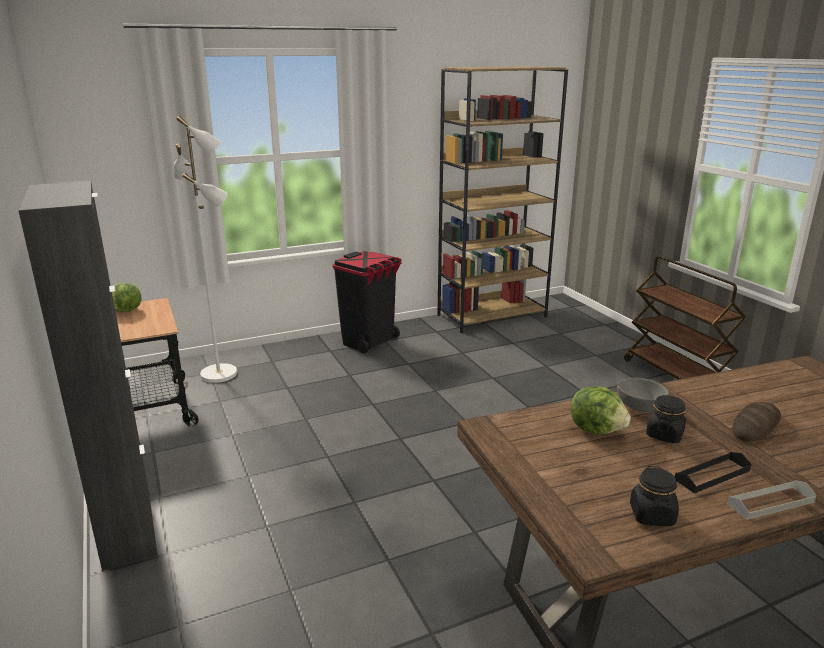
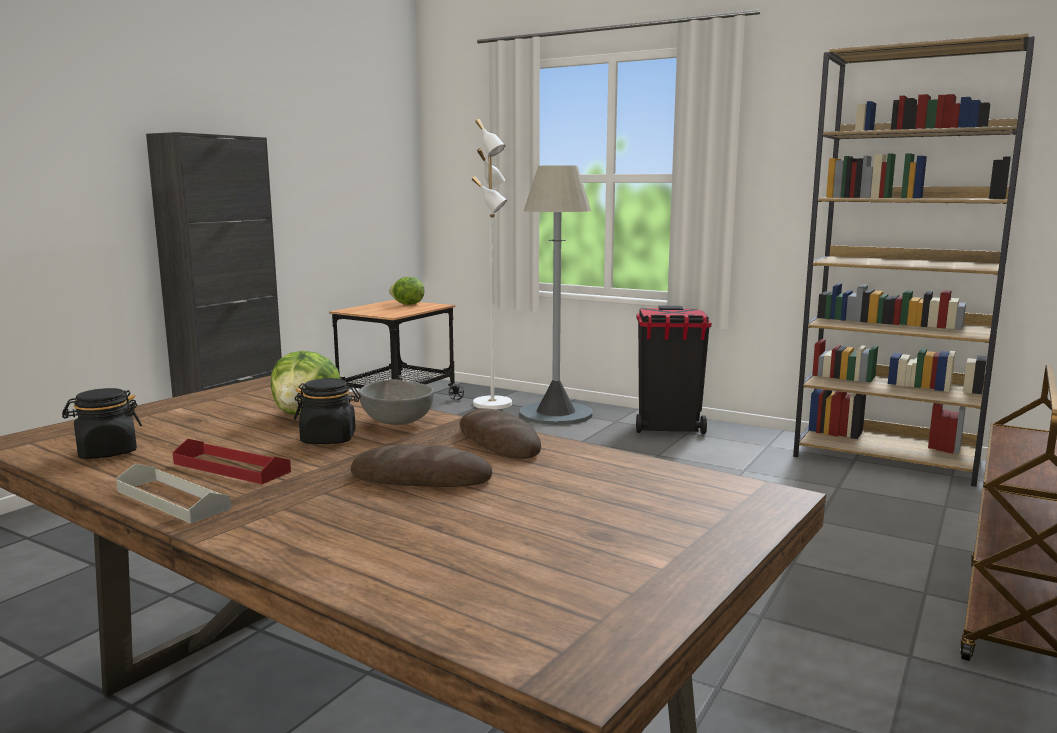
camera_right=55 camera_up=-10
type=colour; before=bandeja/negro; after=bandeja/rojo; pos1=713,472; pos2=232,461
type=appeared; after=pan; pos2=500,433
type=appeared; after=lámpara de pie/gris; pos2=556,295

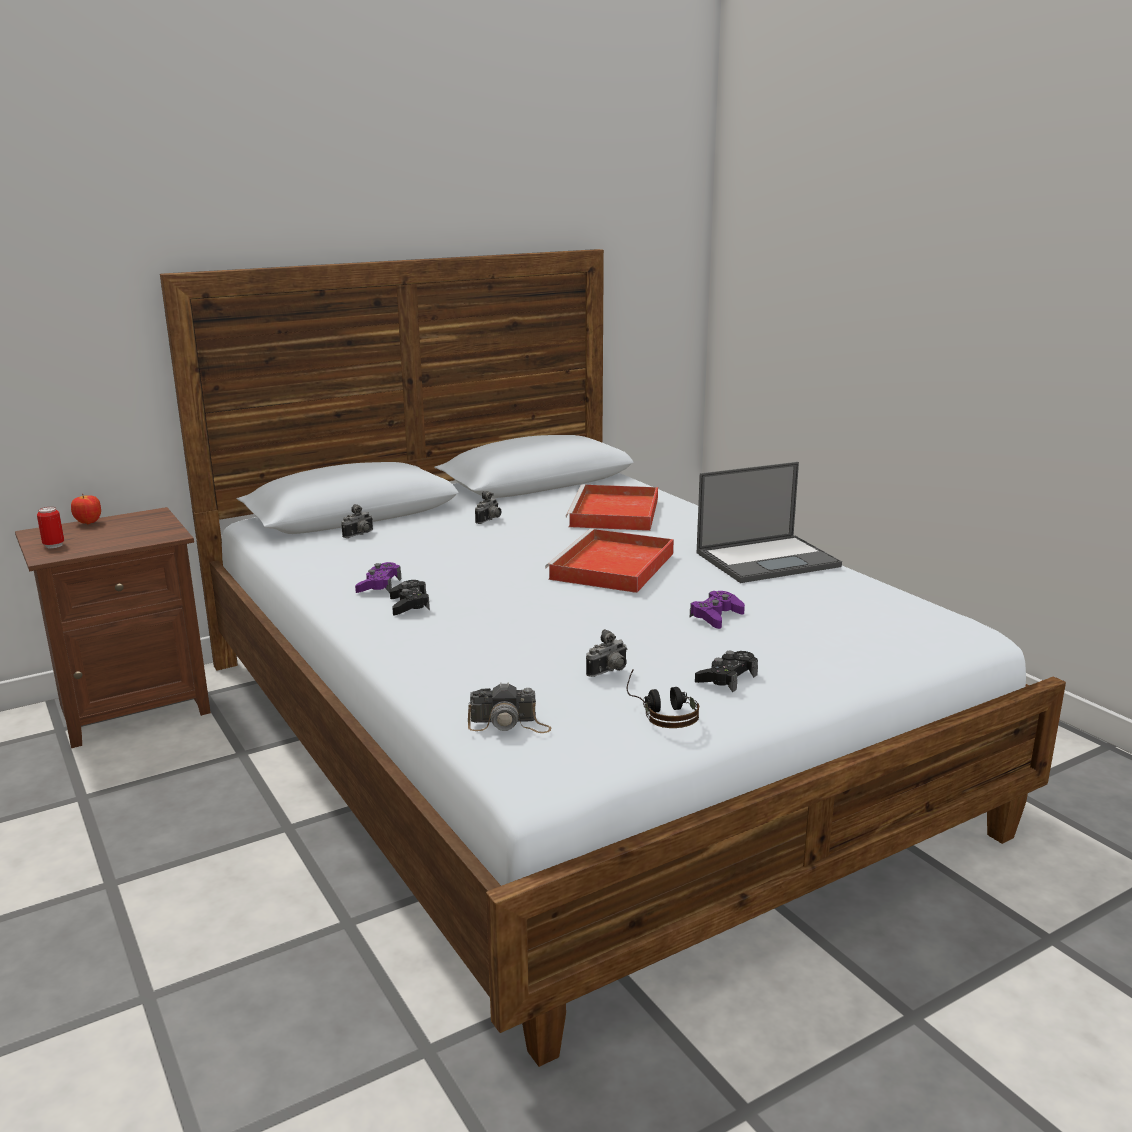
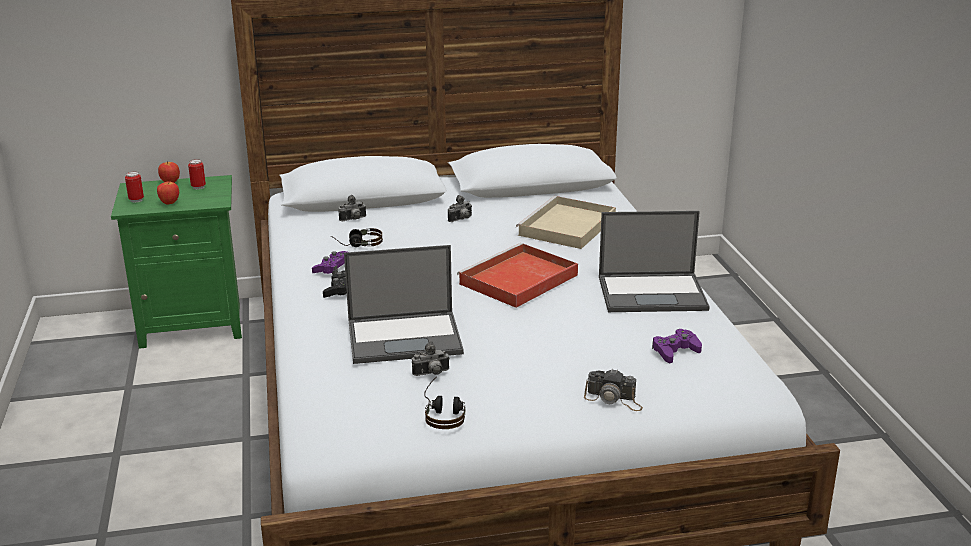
camera_right=20 camera_up=5
type=colour; before=mesita de noche/marrón; after=mesita de noche/verde; pos1=113,627; pos2=176,262
type=appeared; after=manzana; pos2=168,193
type=appeared; after=lata; pos2=197,174
type=appeared; after=auriculares; pos2=357,237
type=appeared; after=portátil; pos2=404,304
type=colour; before=bandeja/rojo; after=bandeja/beis; pos1=612,507; pos2=566,222
type=relocated; before=cámara; pos1=509,707; pos2=613,390
type=relocated; before=mando de consola/morado; pos1=717,610; pos2=677,346
type=missing; before=mando de consola/negro; pos1=726,672

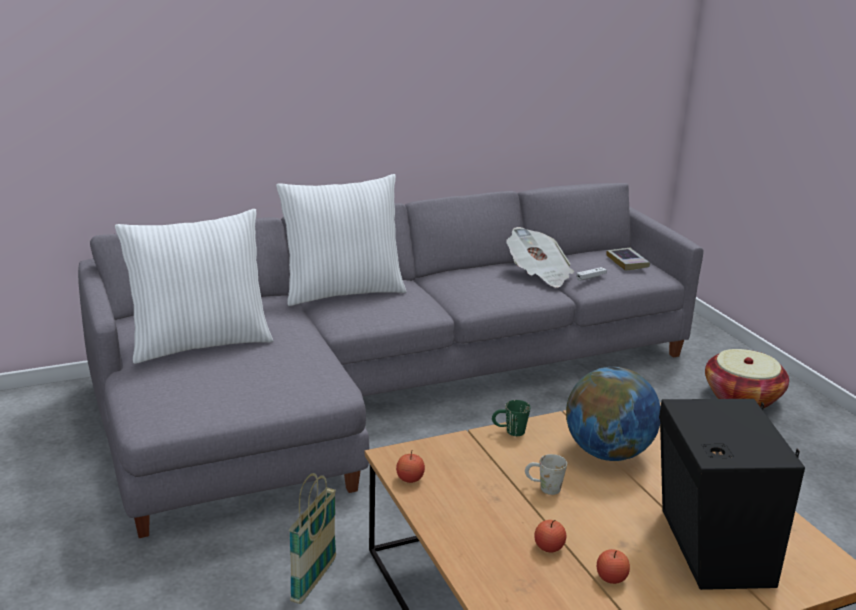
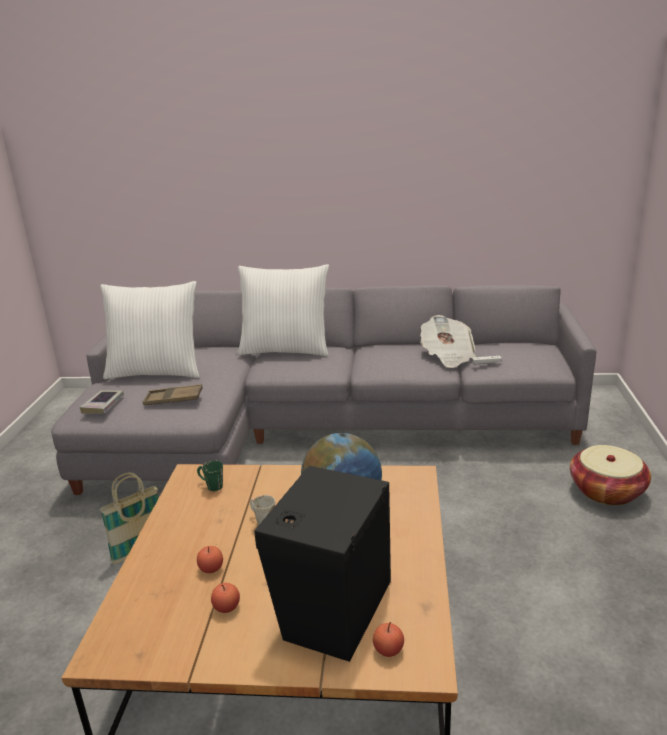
camera_right=30 camera_up=0
type=relocated; before=libro; pos1=628,259; pos2=102,402
type=appeared; after=bandeja/marrón; pos2=173,394
type=relocated; before=taza grande/verde; pos1=511,418; pos2=210,475
type=relocated; before=manzana; pos1=410,467; pos2=388,639

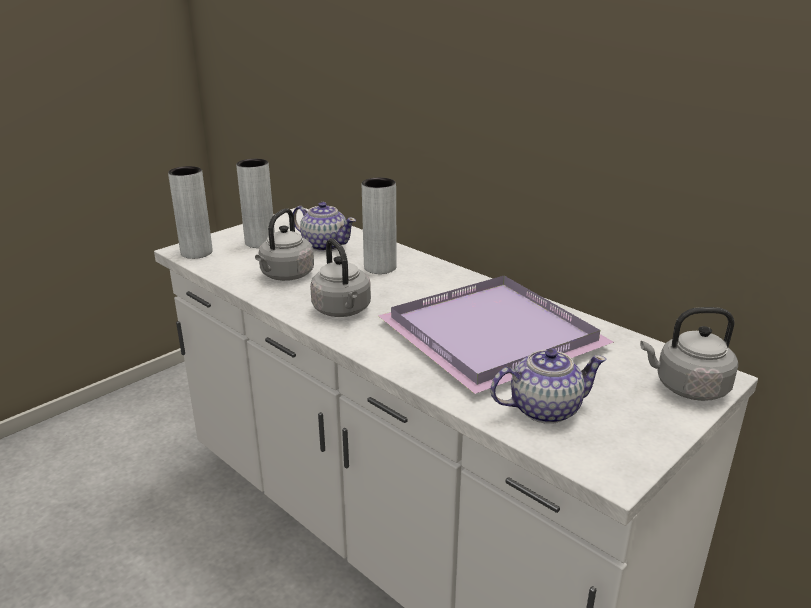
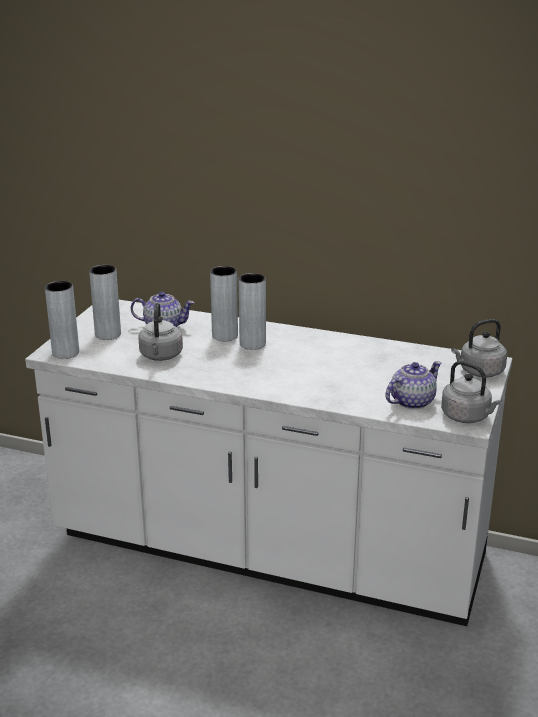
camera_right=-25 camera_up=0
type=appeared; after=florero/gris; pos2=252,311
type=relocated; before=hervidor/gris; pos1=340,277; pos2=471,392
type=missing; before=bandeja/morado; pos1=496,335

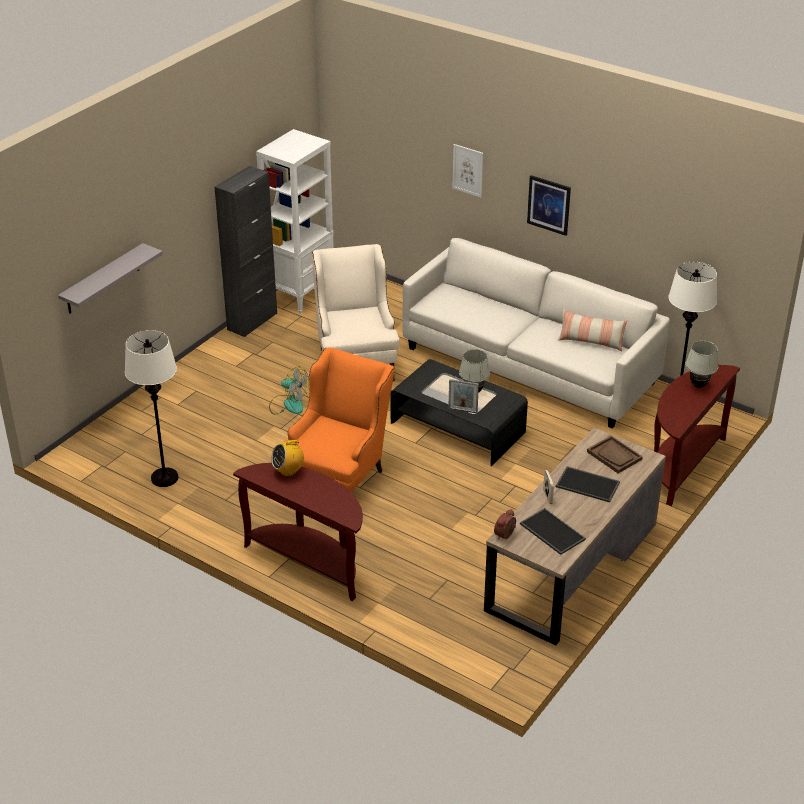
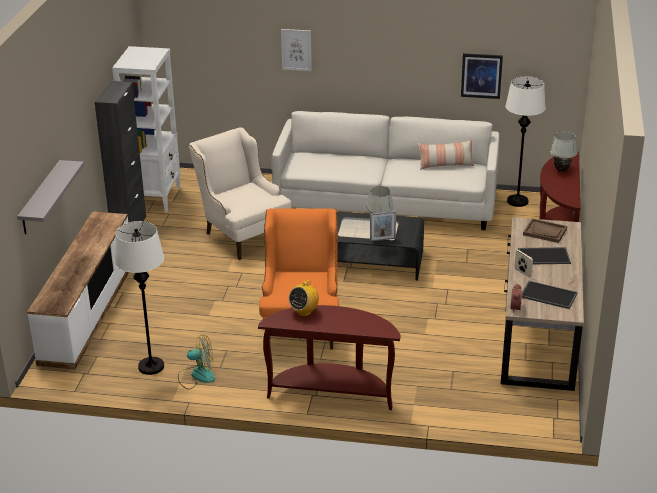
camera_right=-25 camera_up=-5
type=appeared; after=mueble de televisión; pos2=78,290
type=relocated; before=ventilador; pos1=289,390; pos2=196,361
type=relocated; before=cuadro; pos1=549,205; pos2=482,76

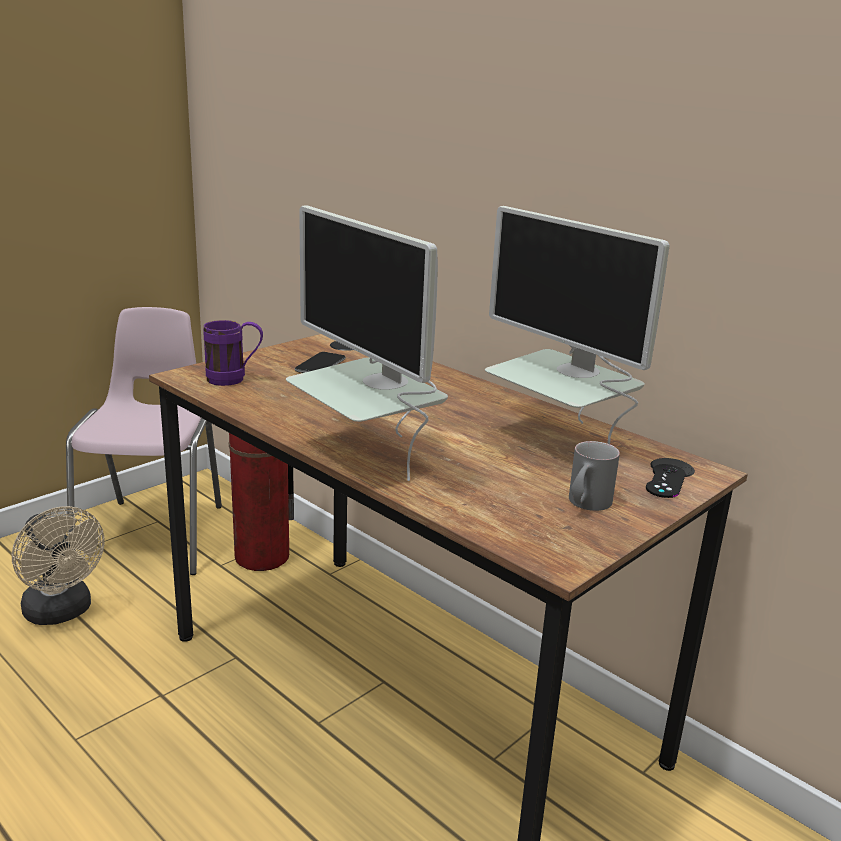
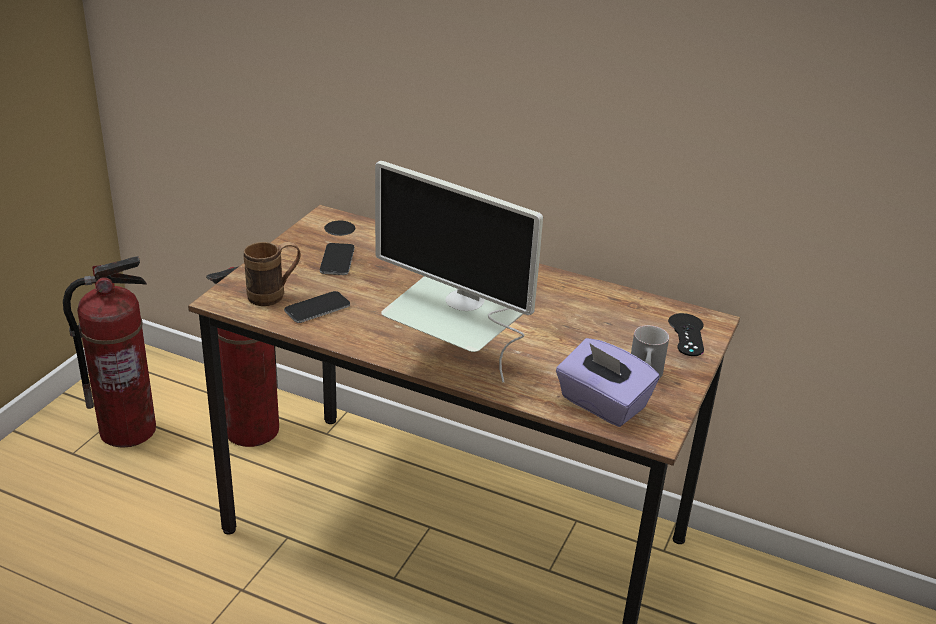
camera_right=-20 camera_up=10
type=exchanged; before=silla/rosa; after=extintor; pos1=144,441; pos2=109,352
type=colour; before=taza grande/morado; after=taza grande/marrón; pos1=233,353; pos2=272,274
type=appeared; after=móvil; pos2=317,307
type=appeared; after=caja de pañuelos/morado; pos2=607,382
type=missing; before=ventilador/beis; pos1=58,565
type=missing; before=monitor; pos1=577,325

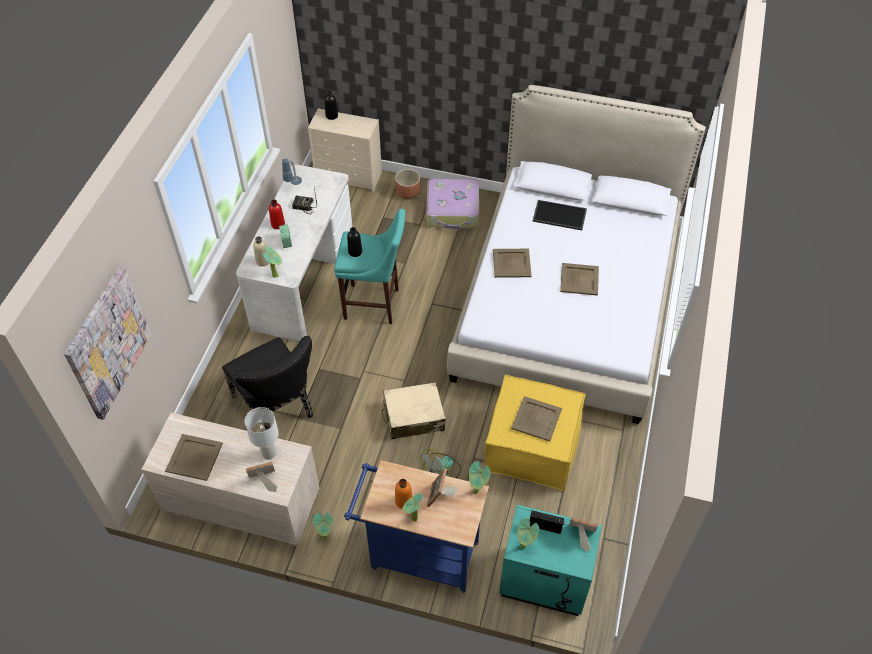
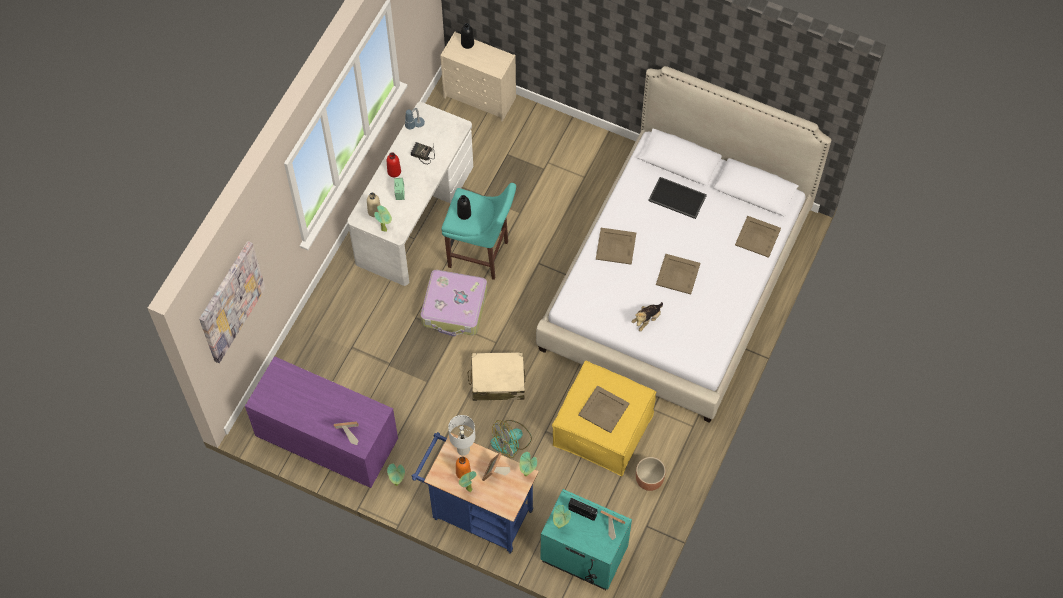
camera_right=10 camera_up=10
type=colour; before=cómoda/beis; after=cómoda/morado; pos1=230,479; pos2=321,422
type=relocated; before=maleta; pos1=452,204; pos2=454,303
type=relocated; before=lámpara de mesa/blanco; pos1=262,433; pos2=461,435
type=appeared; after=peluche; pos2=647,316
type=relocated; before=maceta/marrón; pos1=407,184; pos2=651,474
type=relocated; before=bandeja/beis; pos1=194,457; pos2=758,237
type=missing; before=silla/negro; pos1=267,383

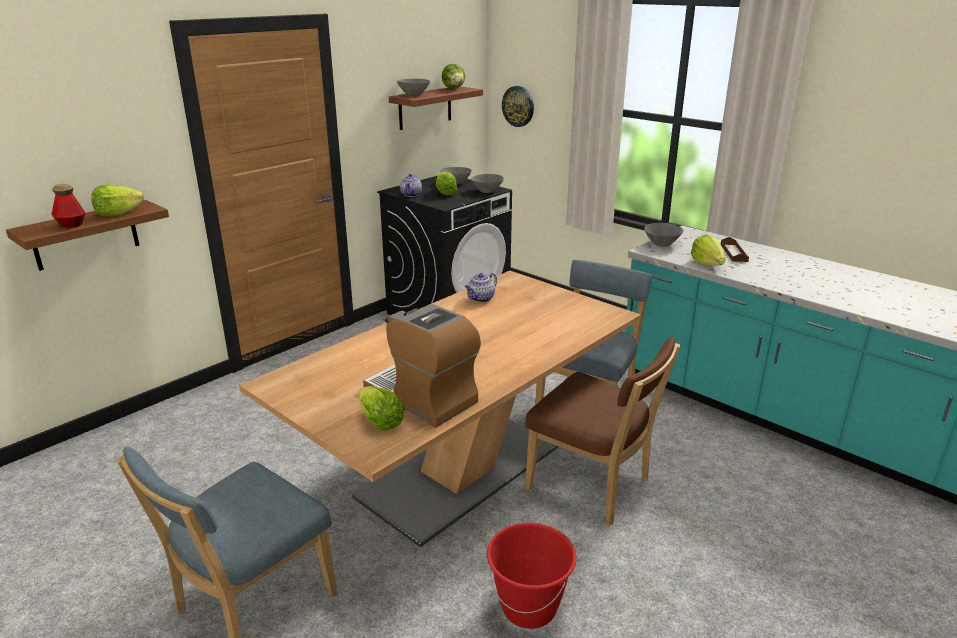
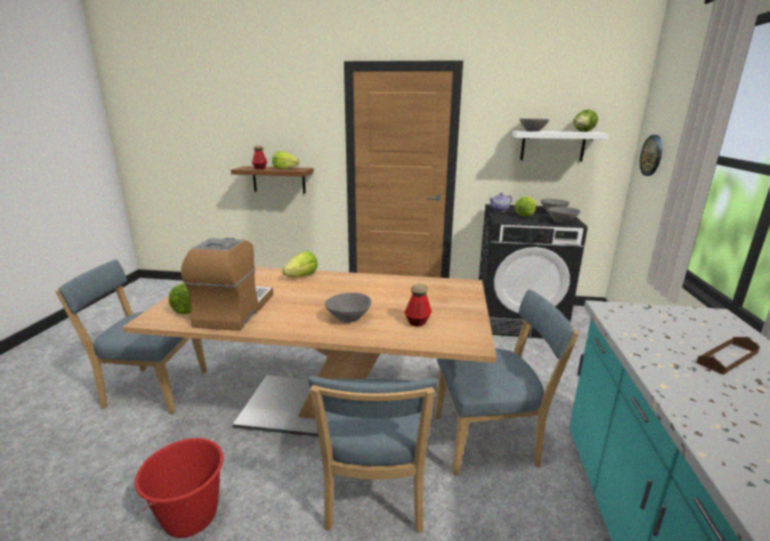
camera_right=55 camera_up=-5
type=relocated; before=lechuga; pos1=708,250; pos2=300,264
type=colour; before=silla/marrón; after=silla/azul; pos1=602,431; pos2=373,454
type=relocated; before=cuenco/gris; pos1=664,235; pos2=348,308
type=appeared; after=botella; pos2=418,305
type=colour; before=estante/marrón; after=estante/blanco; pos1=436,108; pos2=560,146
type=missing; before=tetera; pos1=481,287

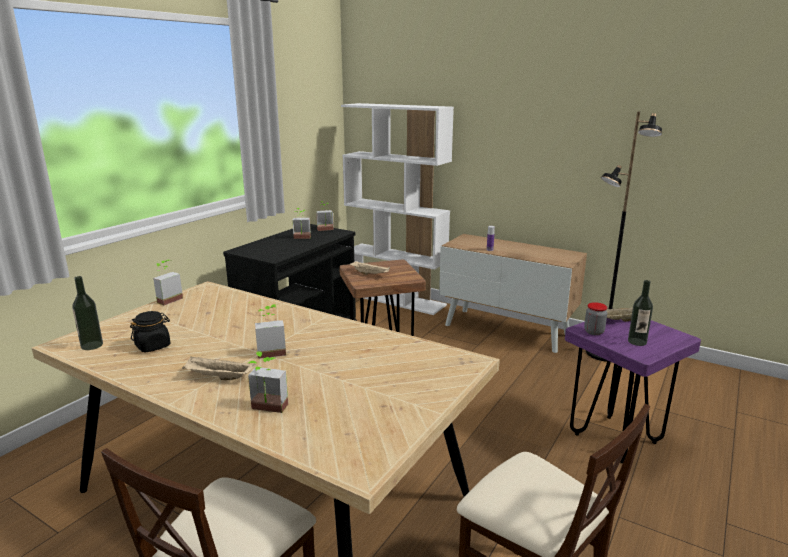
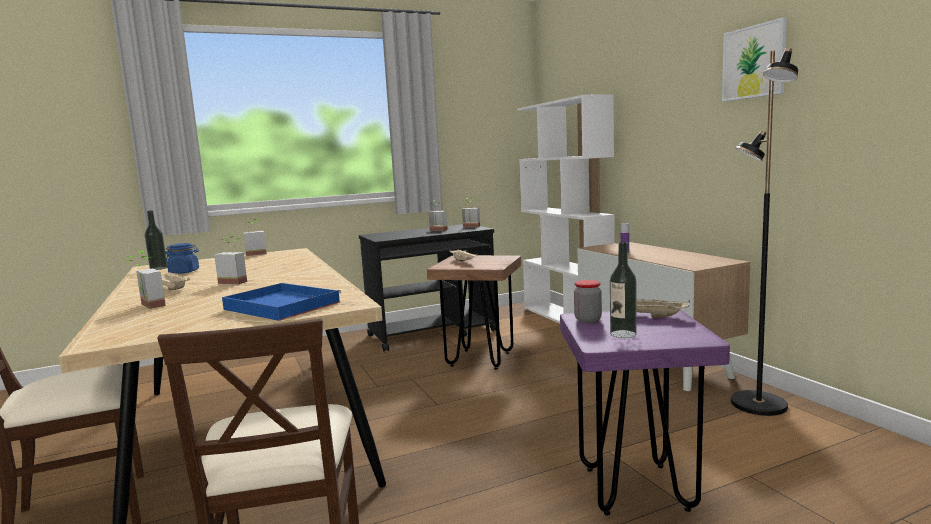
camera_right=35 camera_up=-10
type=colour; before=tarro/negro; after=tarro/azul; pos1=150,331; pos2=182,258
type=appeared; after=bandeja/azul; pos2=281,301
type=appeared; after=cuadro; pos2=754,59

